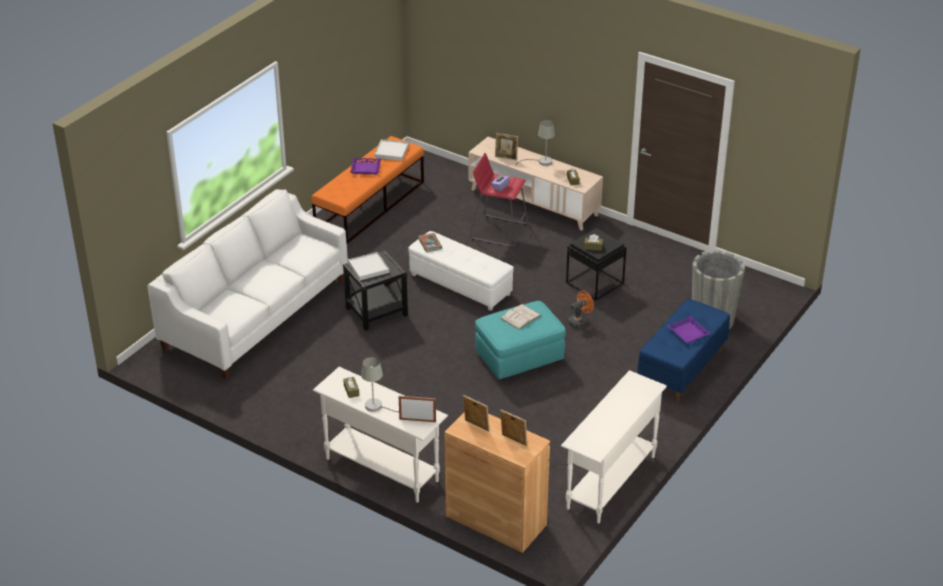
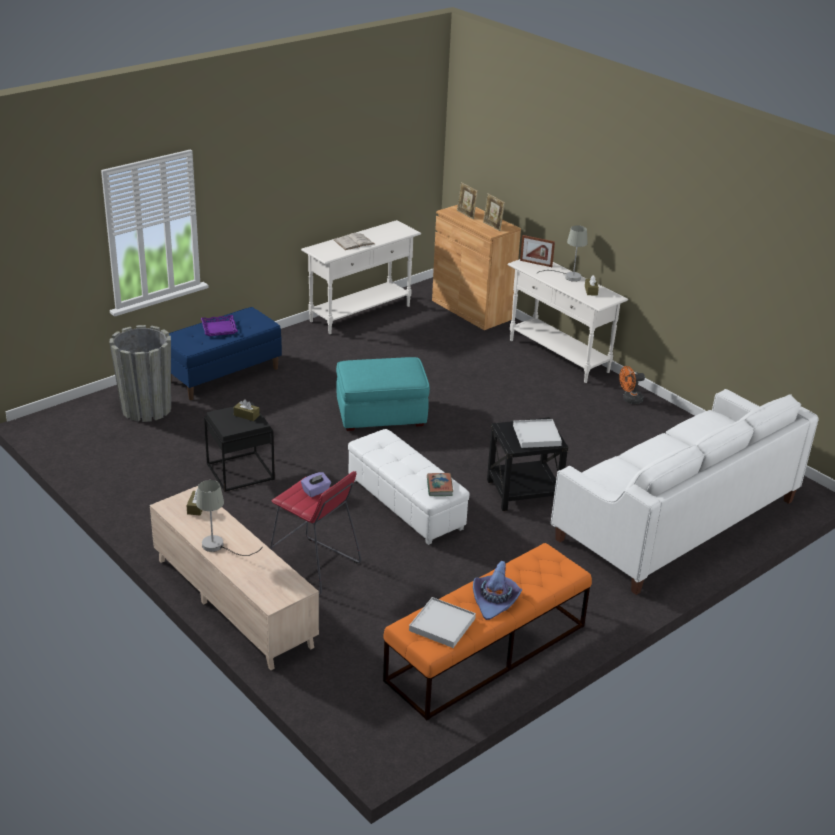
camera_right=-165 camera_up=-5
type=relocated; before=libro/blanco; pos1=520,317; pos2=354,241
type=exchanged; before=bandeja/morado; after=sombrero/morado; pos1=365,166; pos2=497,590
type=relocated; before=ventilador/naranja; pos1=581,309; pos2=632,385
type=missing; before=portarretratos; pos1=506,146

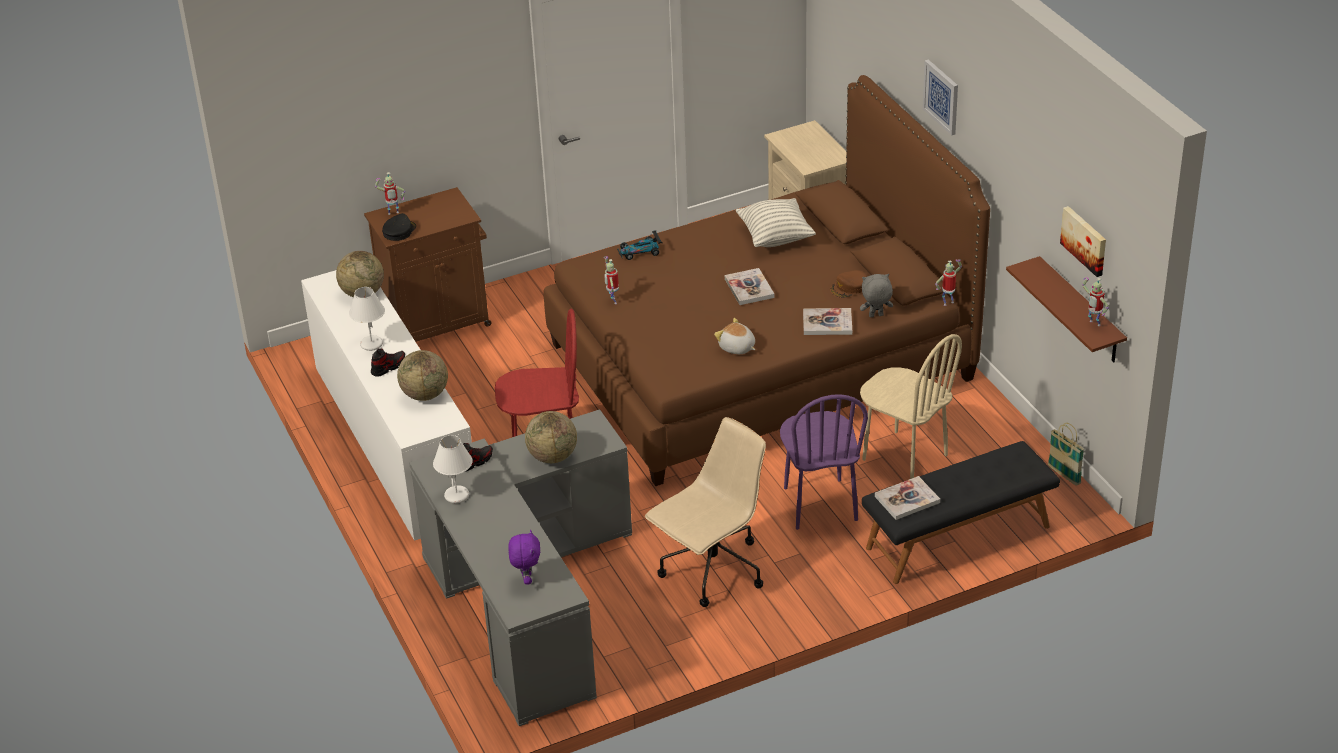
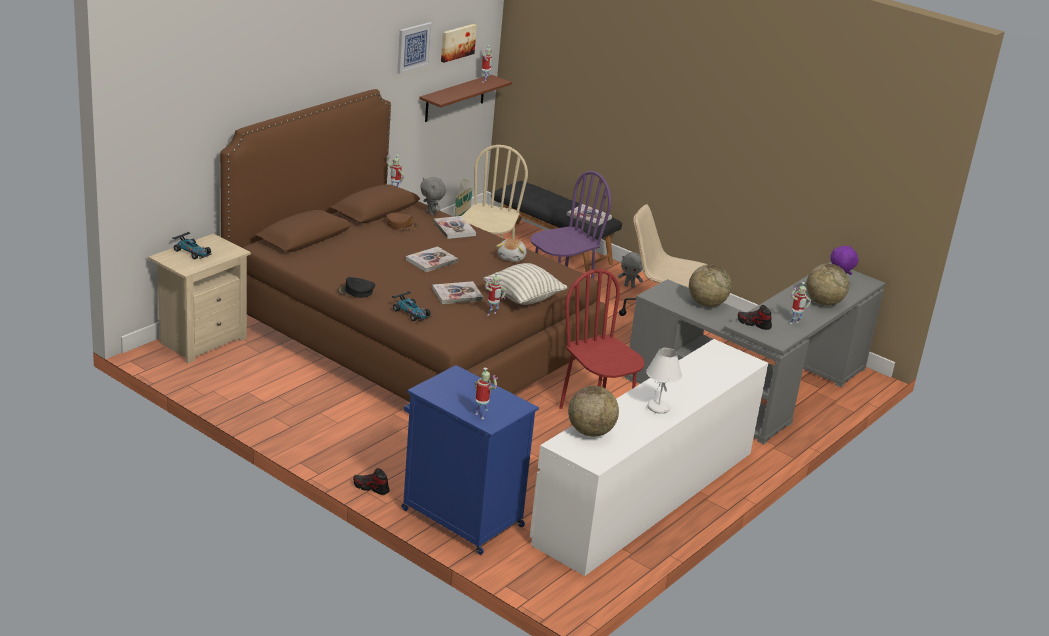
camera_right=-120 camera_up=-10
type=appeared; after=coche de juguete; pos2=192,245
type=relocated; before=gorra/negro; pos1=399,227; pos2=356,287
type=relocated; before=zapato; pos1=388,362; pos2=371,481
type=relocated; before=cuadro; pos1=940,98; pos2=415,48
type=colour; before=armario/marrón; after=armario/azul; pos1=427,264; pos2=470,460
type=appeared; after=libro; pos2=457,292
type=relocated; before=cojín; pos1=776,222; pos2=525,284
type=appeared; after=peluche/gris; pos2=630,270
type=exchanged; before=lámpara de mesa/blanco; after=robot de juguete; pos1=453,469; pos2=801,303
type=relocated; before=globo terráqueo; pos1=422,375; pos2=827,284

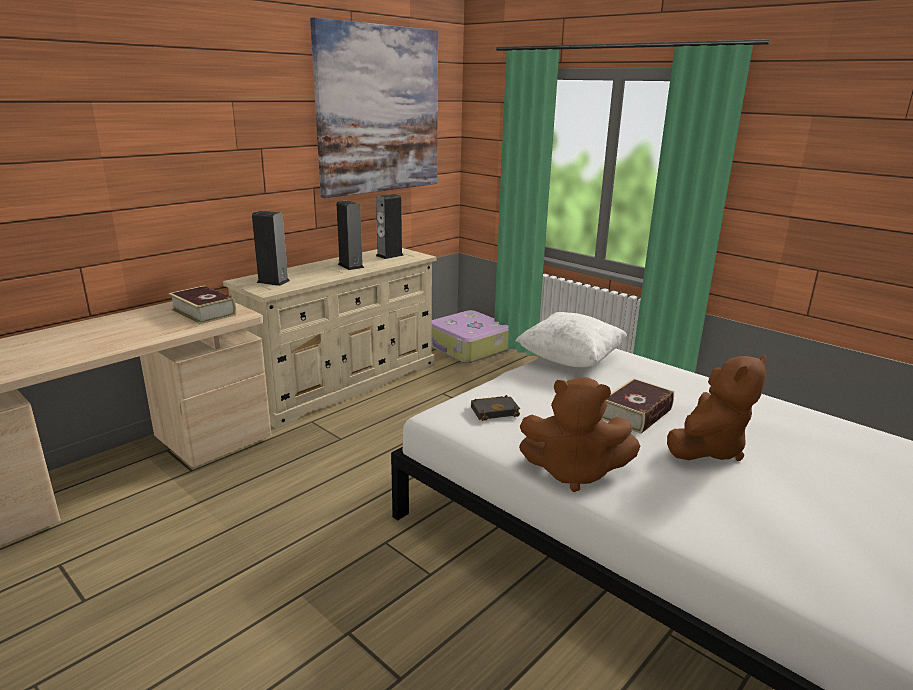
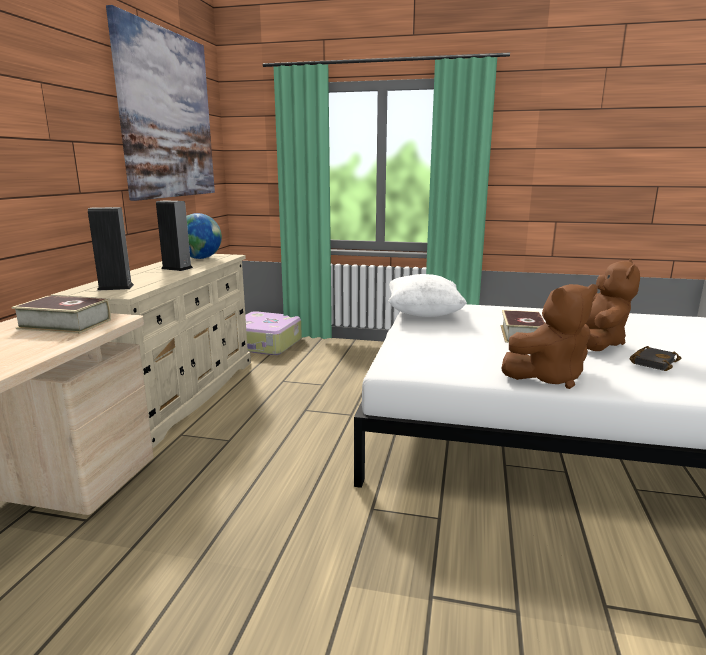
camera_right=-30 camera_up=-5
type=exchanged; before=altavoz; after=globo terráqueo; pos1=390,226; pos2=204,236
type=relocated; before=libro/negro; pos1=495,408; pos2=655,358

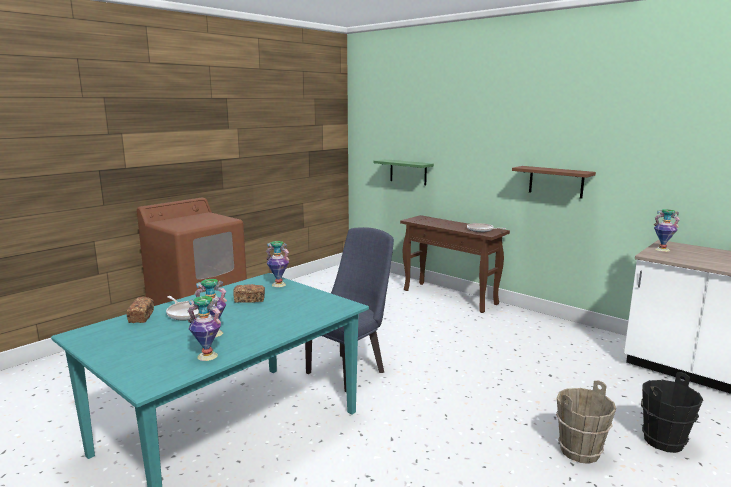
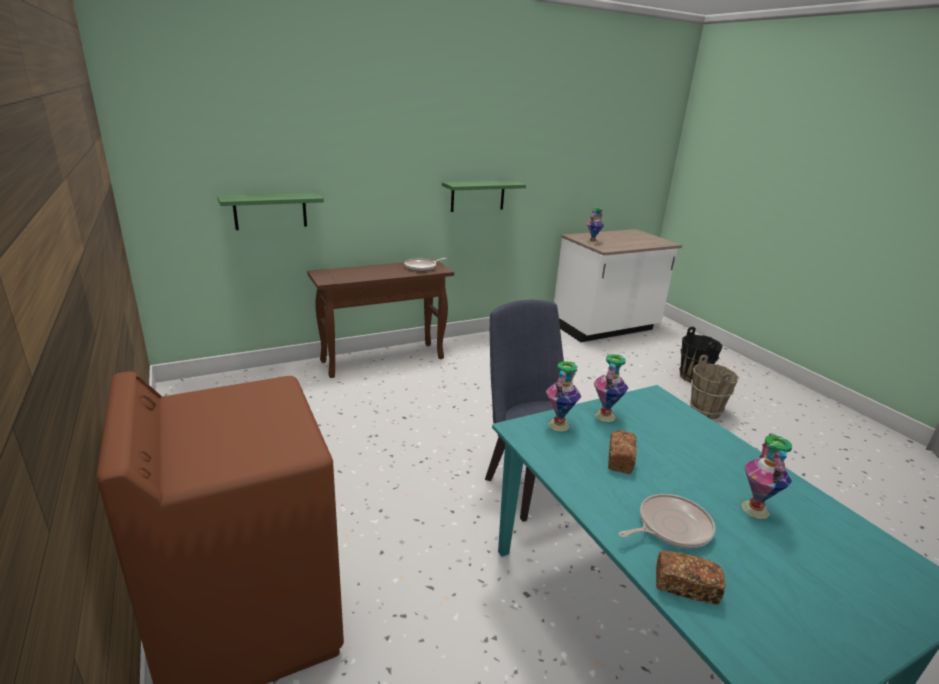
camera_right=-70 camera_up=10
type=colour; before=estante/marrón; after=estante/verde; pos1=554,182; pos2=484,196
type=relocated; before=florero; pos1=204,328; pos2=611,388

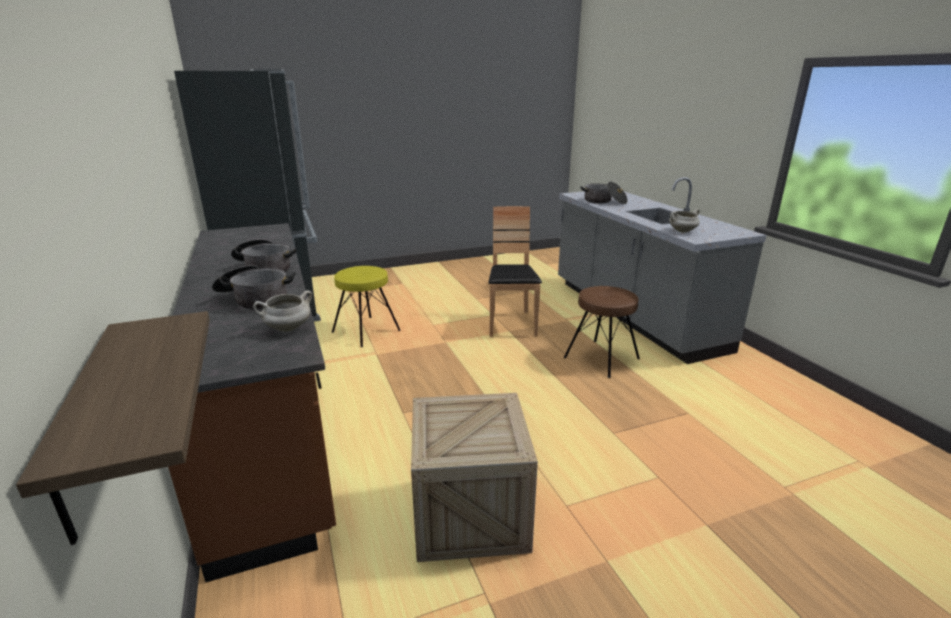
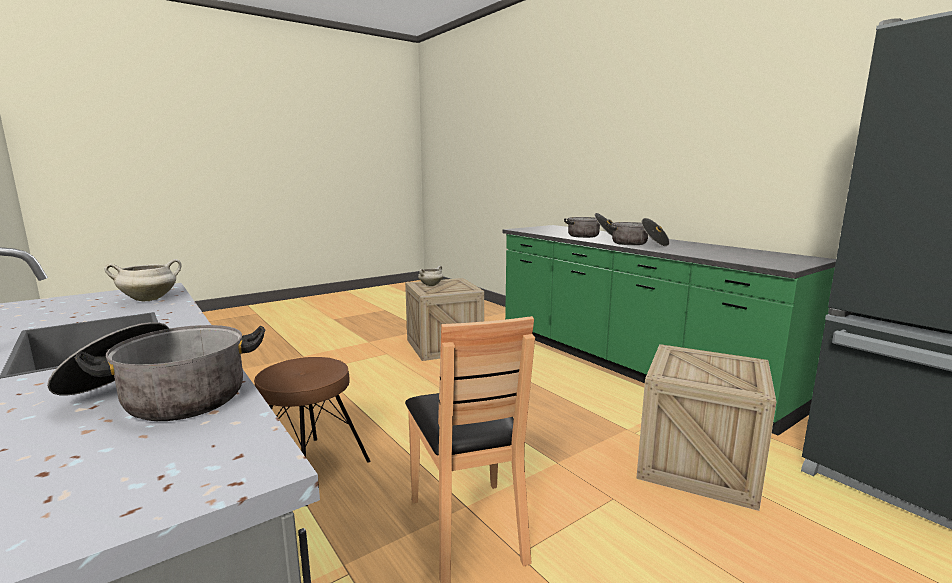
camera_right=165 camera_up=-10
type=relocated; before=olla/blanco; pos1=282,311; pos2=430,276
type=colour; before=mueble bajo de cocina/marrón; after=mueble bajo de cocina/verde; pos1=252,403; pos2=669,330
type=exchanged; before=taburete/amarillo; after=caja de embalaje; pos1=366,306; pos2=706,427
type=missing; before=estante; pos1=113,428

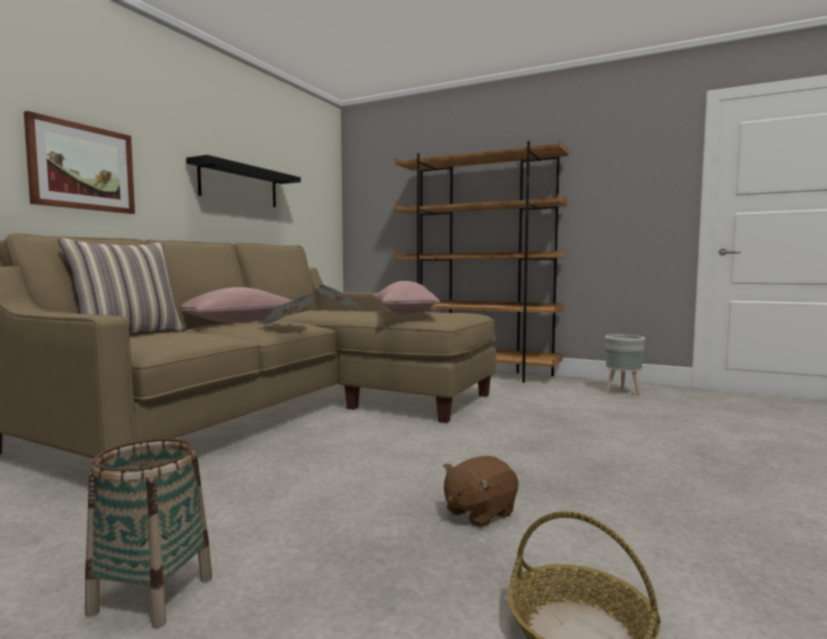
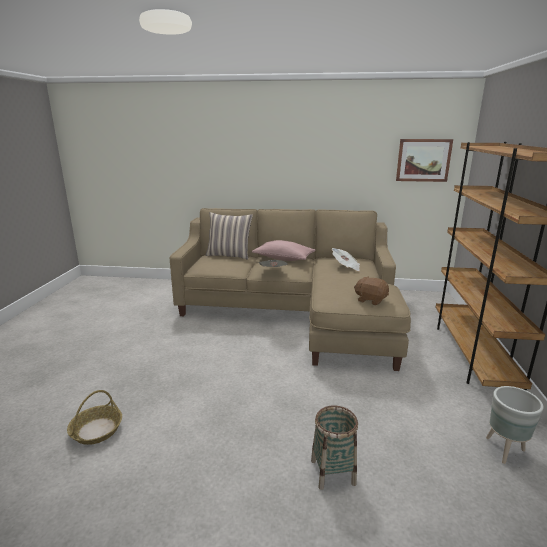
camera_right=70 camera_up=15
type=relocated; before=cesta; pos1=148,533; pos2=334,448
type=relocated; before=peluche/marrón; pos1=481,491; pos2=371,290
type=relocated; before=cuadro; pos1=79,162; pos2=424,160
type=missing; before=estante/negro; pos1=243,181
type=missing; before=cojín/rosa; pos1=406,298

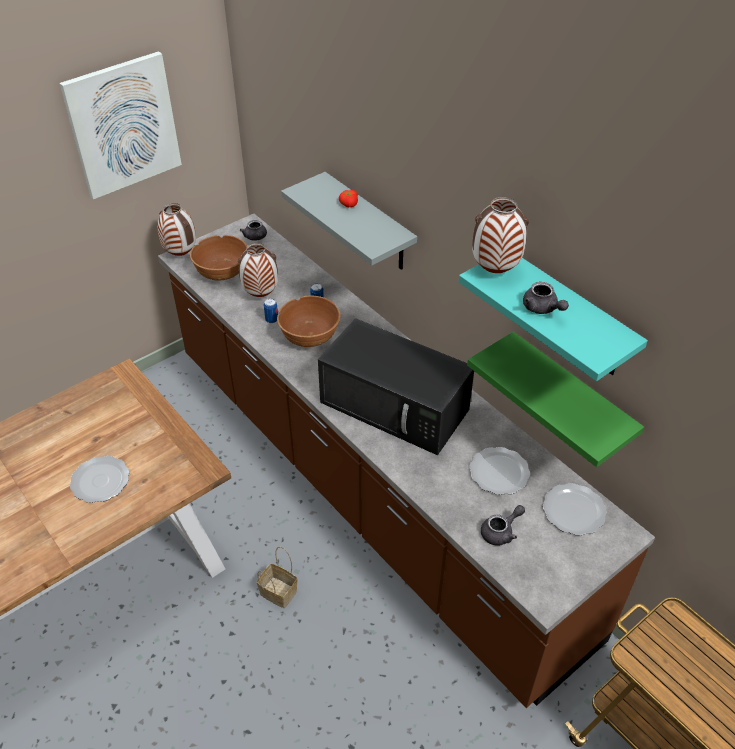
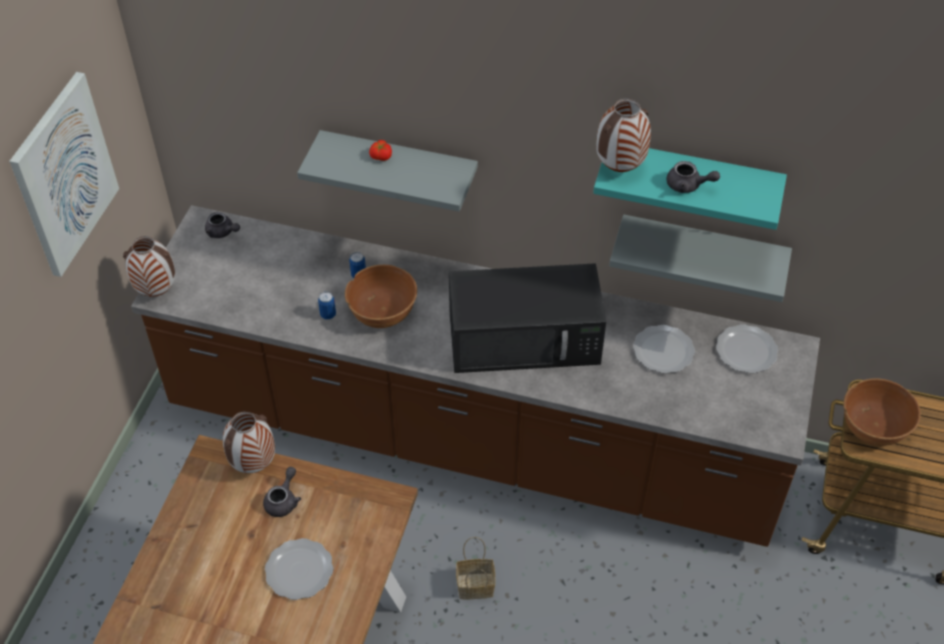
camera_right=-35 camera_up=5
type=relocated; before=florero; pos1=258,270; pos2=249,442
type=relocated; before=tetera/gris; pos1=503,525; pos2=282,492
type=colour; before=estante/verde; after=estante/gris; pos1=555,399; pos2=700,258
type=relocated; before=cuenco/marrón; pos1=218,258; pos2=882,412

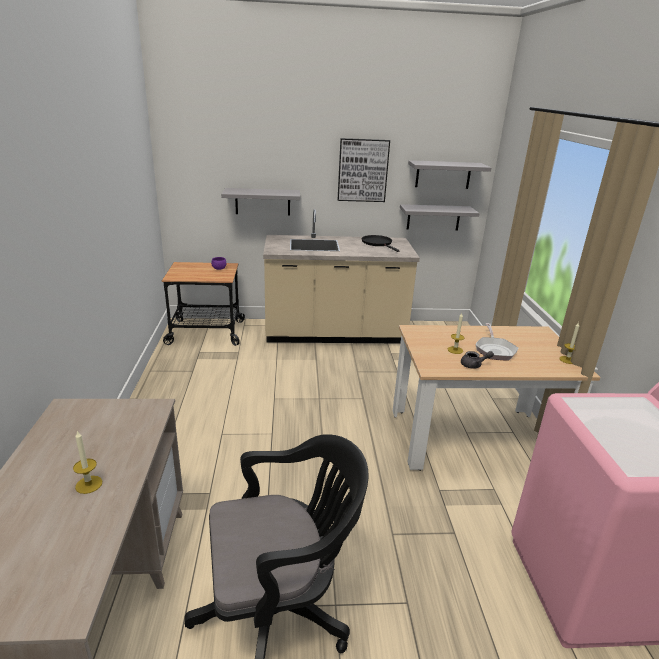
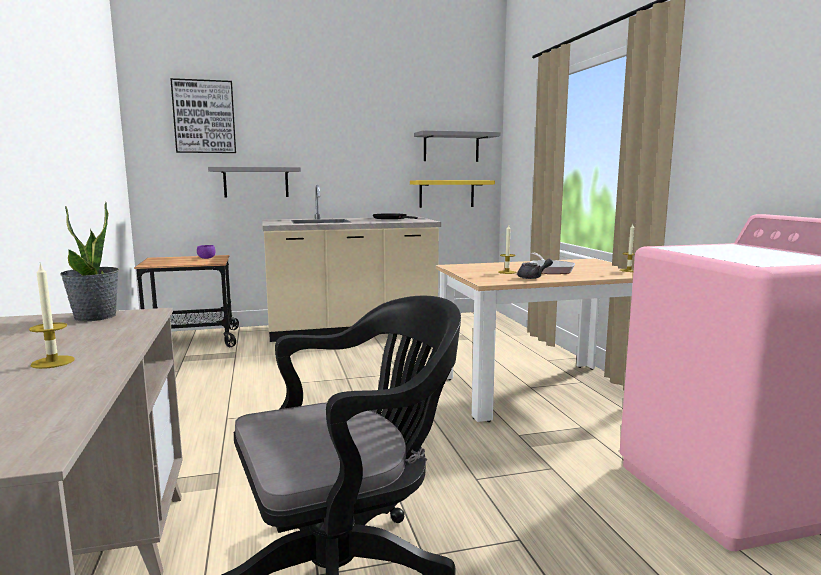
camera_right=-10 camera_up=-15
type=appeared; after=planta en maceta; pos2=89,261
type=relocated; before=cuadro; pos1=364,170; pos2=203,115
type=colour; before=estante/gris; after=estante/amarillo; pos1=440,217; pos2=452,194

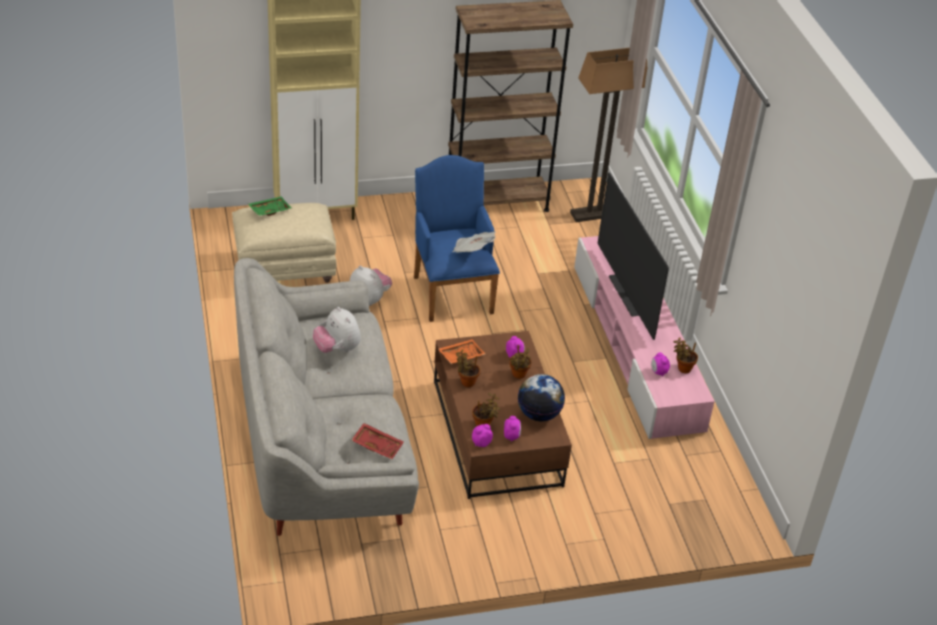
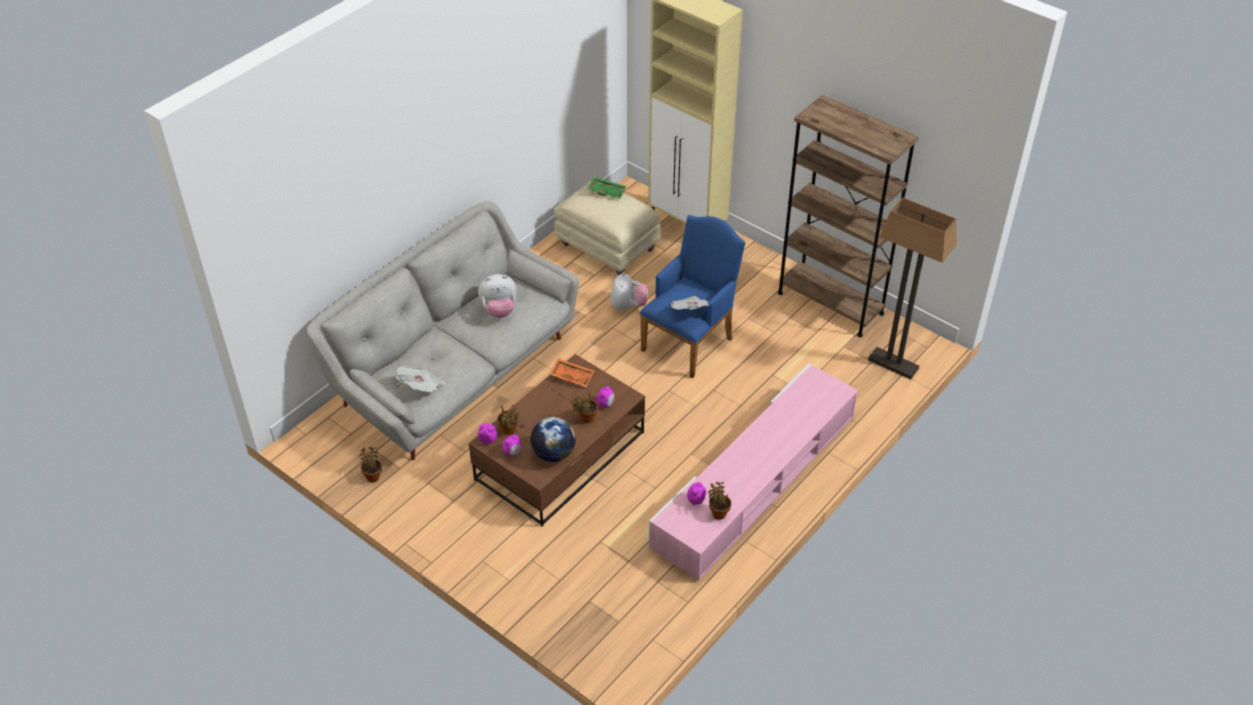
camera_right=55 camera_up=5
type=relocated; before=planta en maceta; pos1=468,368; pos2=370,465
type=exchanged; before=bandeja/rojo; after=periódico; pos1=378,441; pos2=420,379
type=spun; before=peluche; pos1=337,330; pos2=497,296; turn=-120
type=missing; before=televisor; pos1=633,256

